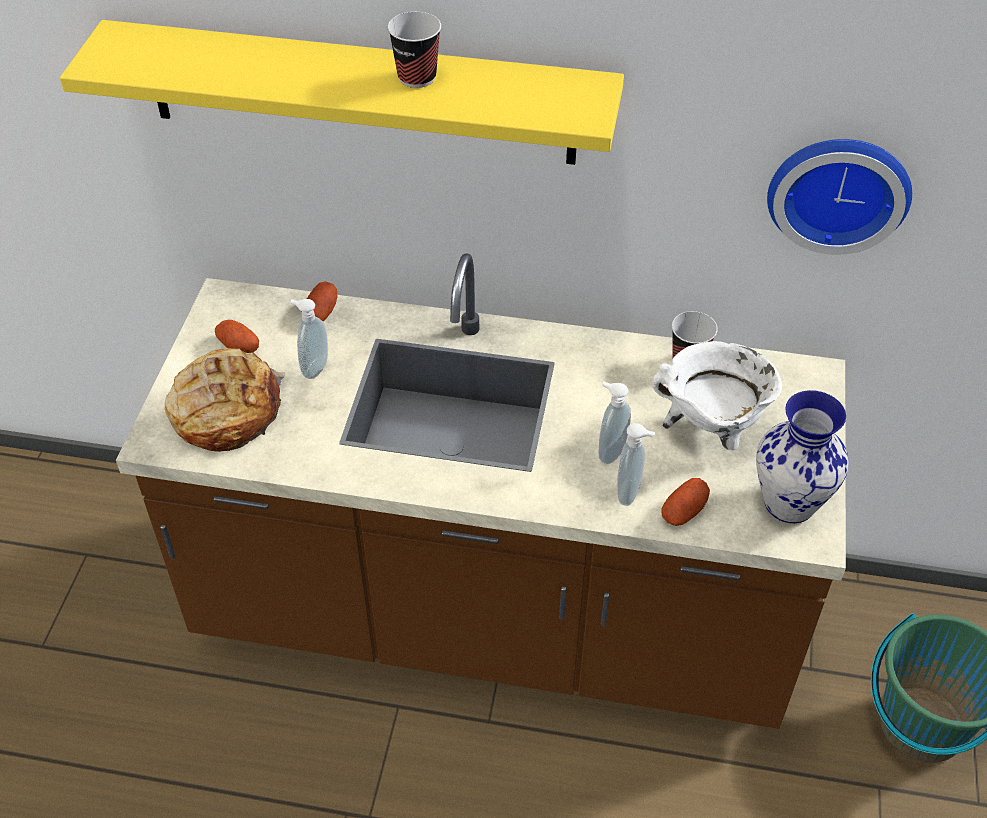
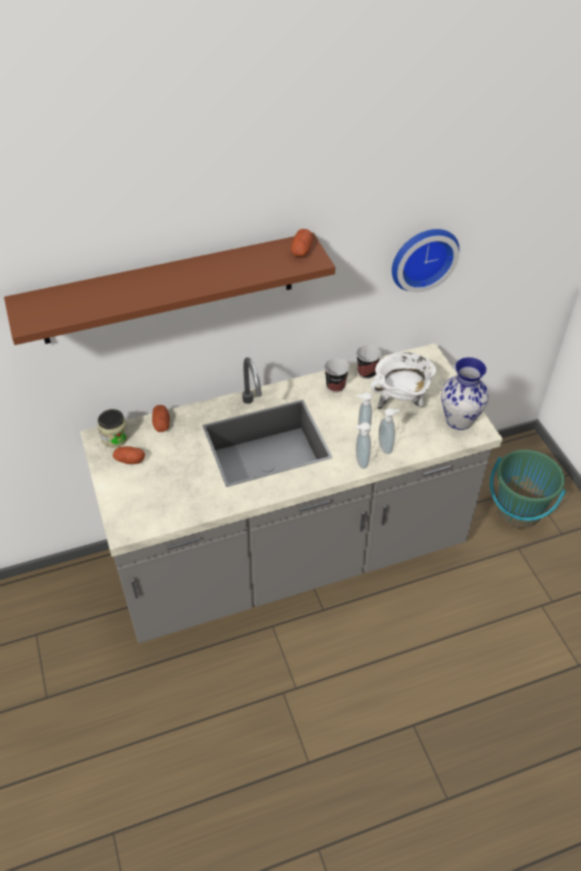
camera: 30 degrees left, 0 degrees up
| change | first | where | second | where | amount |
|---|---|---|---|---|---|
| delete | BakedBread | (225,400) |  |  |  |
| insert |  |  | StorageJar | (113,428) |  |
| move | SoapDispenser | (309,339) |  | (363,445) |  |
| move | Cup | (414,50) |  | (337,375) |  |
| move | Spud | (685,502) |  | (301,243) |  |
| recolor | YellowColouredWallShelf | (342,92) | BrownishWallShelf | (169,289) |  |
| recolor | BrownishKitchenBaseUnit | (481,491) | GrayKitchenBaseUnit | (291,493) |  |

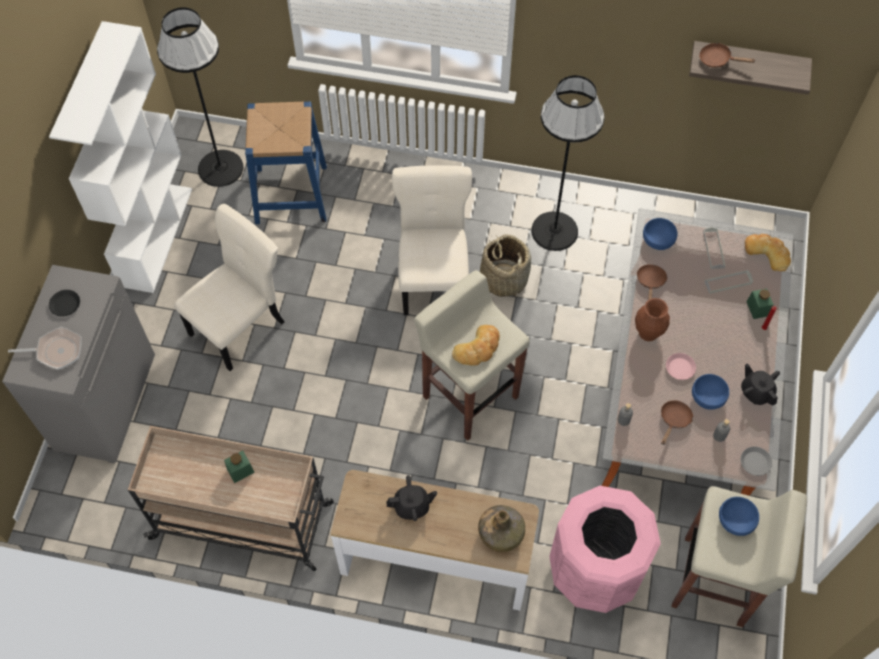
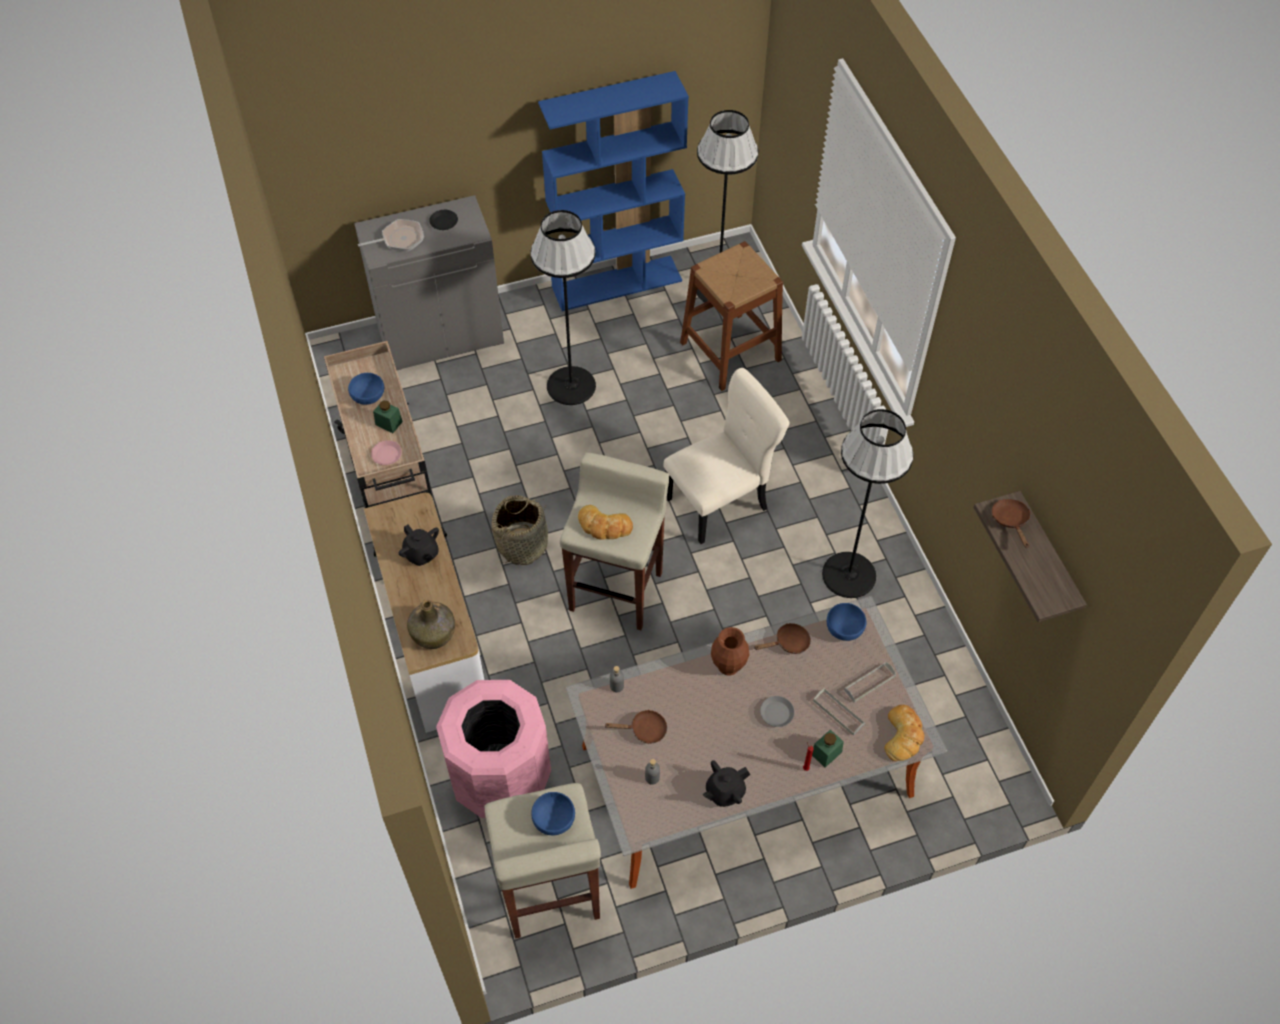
camera: 60 degrees right, 5 degrees down
| change | first | where | second | where | amount |
|---|---|---|---|---|---|
| move | Basket | (505,265) |  | (519,530) |  |
| move | PinkDinnerPlate | (681,366) |  | (386,452) |  |
| move | BlueColouredDeepDish | (710,392) |  | (366,389) |  |
| move | GrayDinnerPlate | (756,461) |  | (777,711) |  |
| replace | BeigeColouredUprightChair | (229,287) | BlackStandardLamp | (563,307) |  |
| recolor | WhiteColouredShelvingUnit | (120,157) | BlueColouredShelvingUnit | (613,191) |  |
| recolor | BlueColouredStool | (286,163) | BrownishStool | (731,316) |  |
| rotate | FryingPan | (45,348) |  | (391,235) | 75 degrees counterclockwise |
| rotate | BlackTeapot | (760,384) |  | (726,783) | 150 degrees counterclockwise |

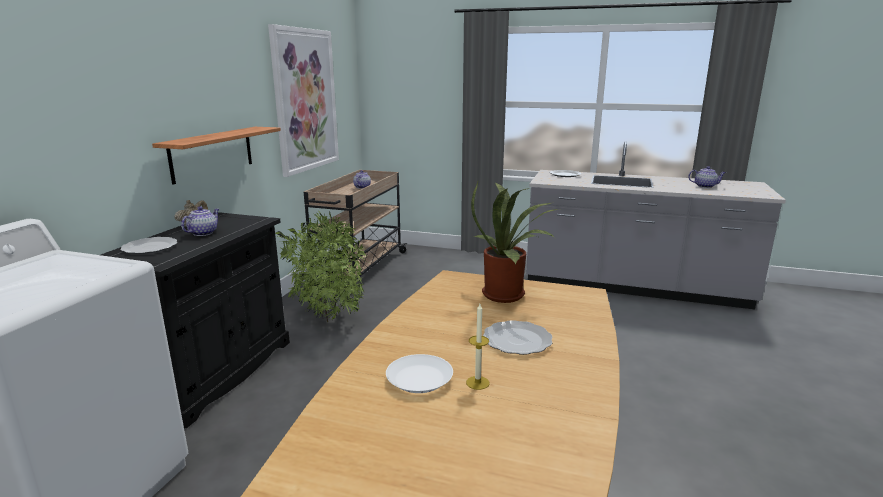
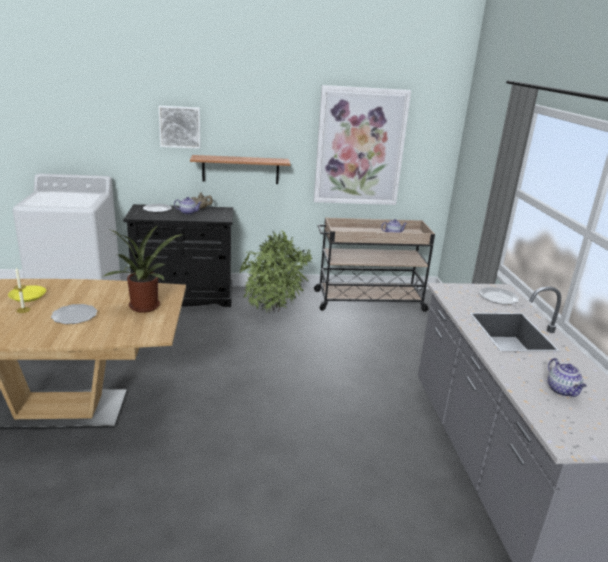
camera: 65 degrees right, 5 degrees up
| change | first | where | second | where | amount |
|---|---|---|---|---|---|
| insert |  |  | WallPicture | (179,127) |  |
| recolor | WhiteColouredDinnerPlate | (419,373) | YellowColouredDinnerPlate | (27,293) |  |

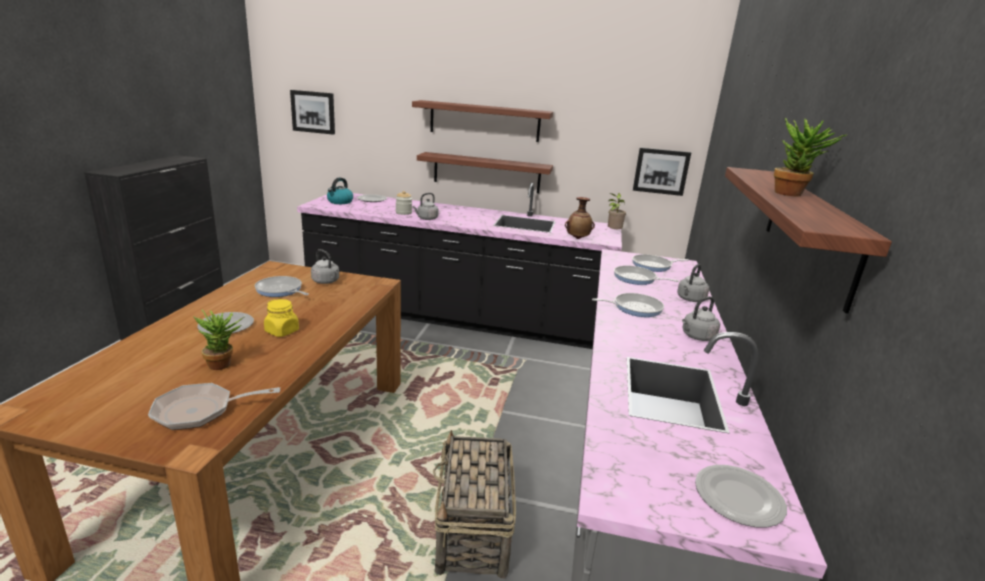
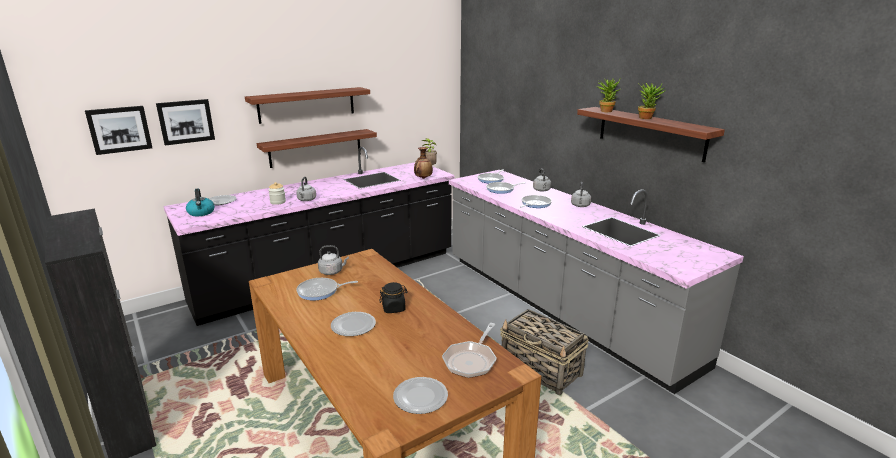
camera: 45 degrees left, 0 degrees up
| change | first | where | second | where | amount |
|---|---|---|---|---|---|
| move | PlantInAPot | (218,339) |  | (608,95) |  |
| move | WallPicture | (662,171) |  | (185,122) |  |
| move | DinnerPlate | (741,496) |  | (420,395) |  |
| recolor | YellowColouredStorageJar | (281,318) | BlackStorageJar | (393,297) |  |

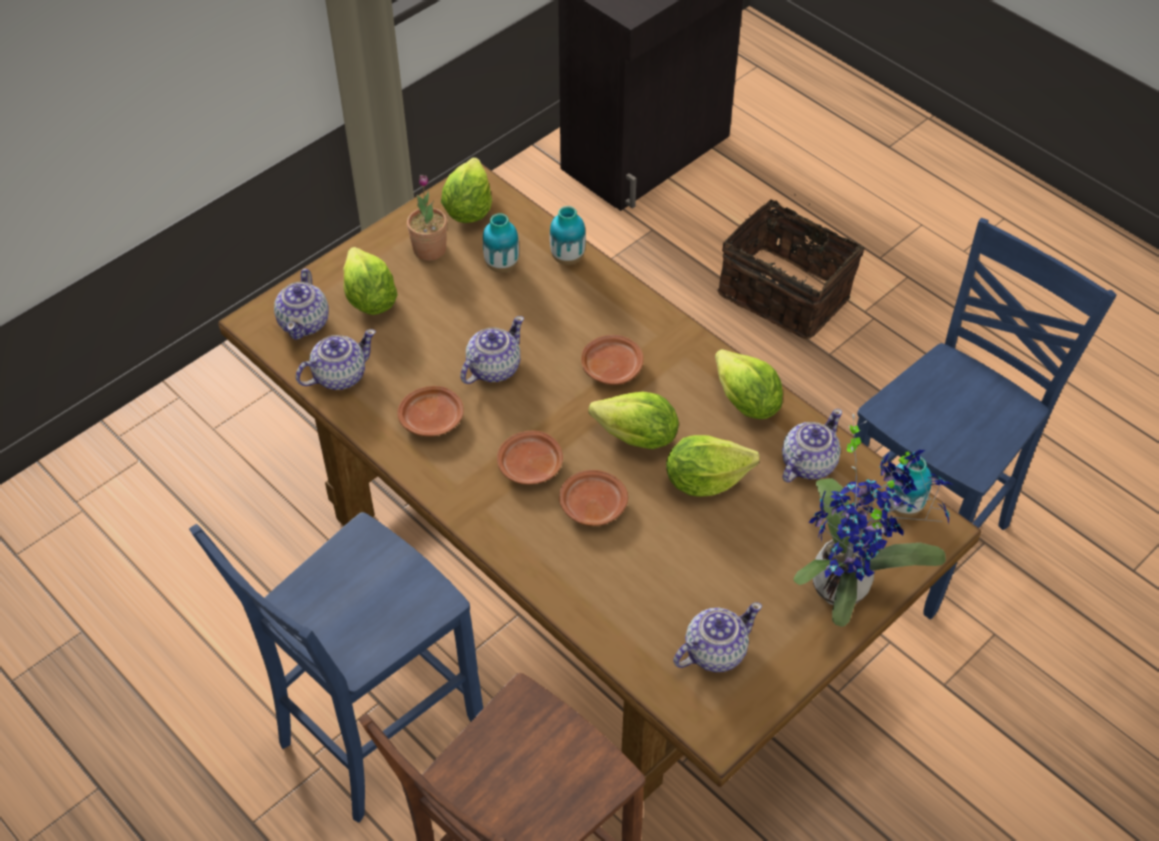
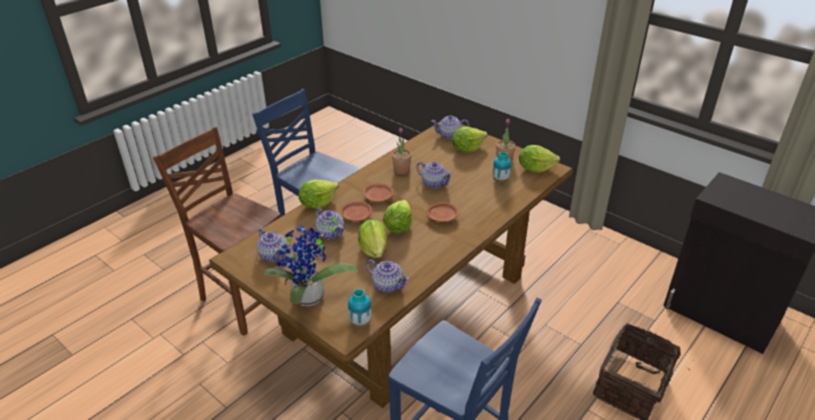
camera: 85 degrees right, 15 degrees down
| change | first | where | second | where | amount |
|---|---|---|---|---|---|
| delete | FlowerVase | (568,235) |  |  |  |
| move | Teapot | (336,359) |  | (329,223) |  |
| move | Lettuce | (749,384) |  | (319,194) |  |
| replace | BrownishDinnerPlate | (430,411) | PlantInAPot | (402,151) |  |

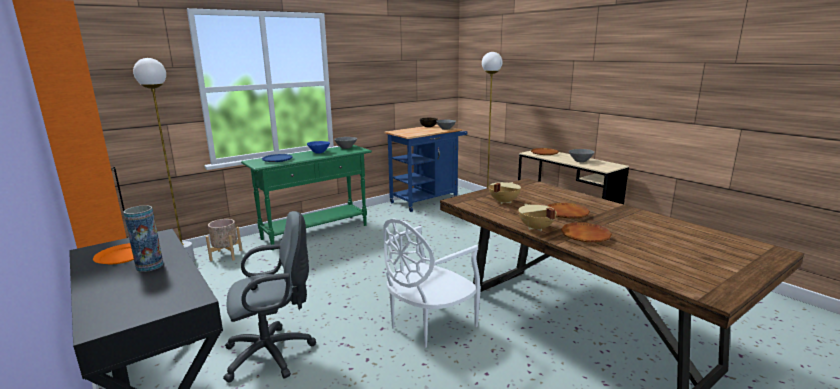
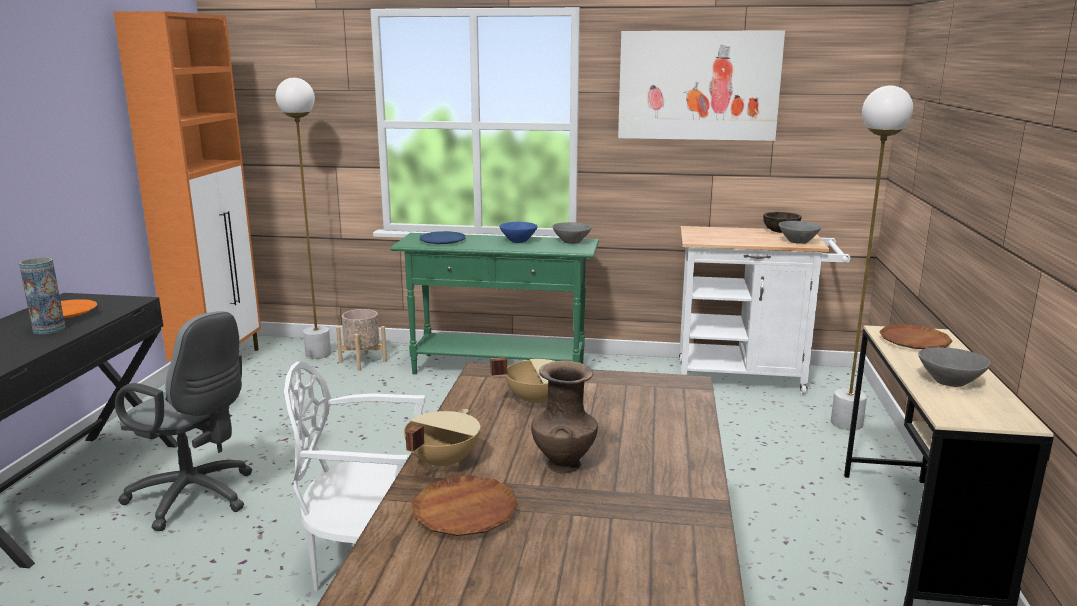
camera: 45 degrees right, 0 degrees up
| change | first | where | second | where | amount |
|---|---|---|---|---|---|
| insert |  |  | WallPicture | (701,86) |  |
| replace | BrownishDinnerPlate | (569,211) | BrownishFlowerVase | (564,417) |  |
| recolor | BlueColouredTrolley | (426,168) | WhiteColouredTrolley | (764,310) |  |

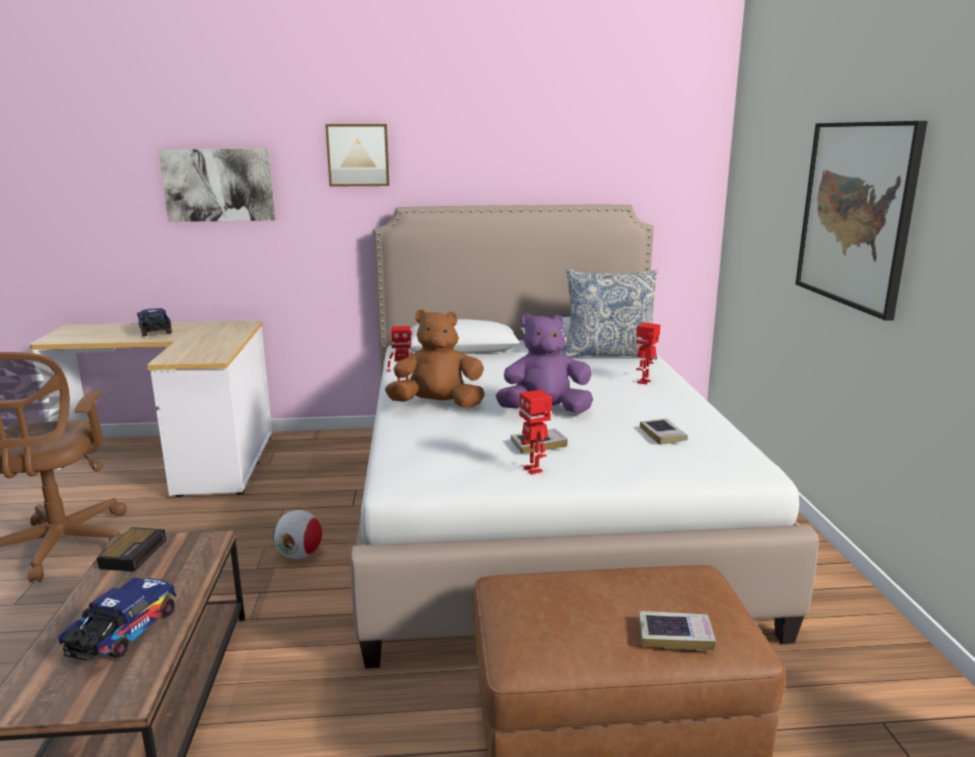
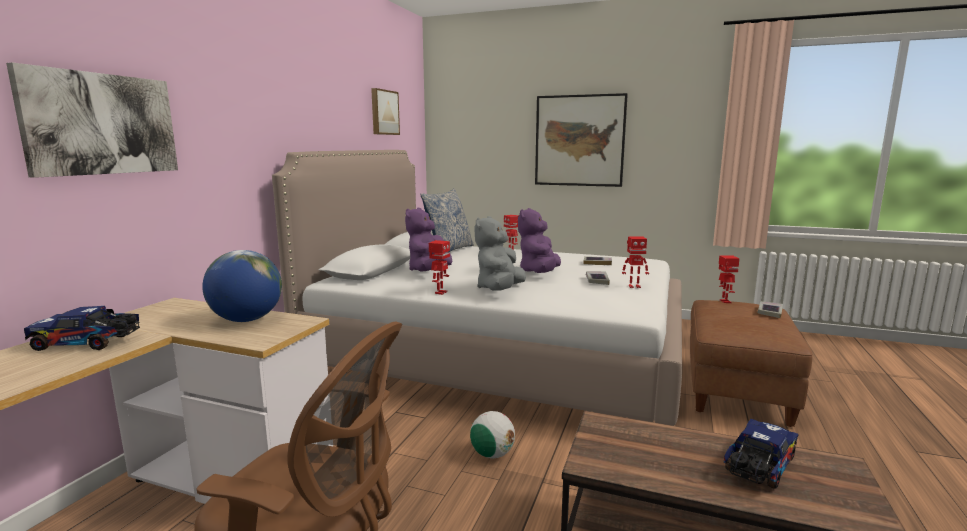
camera: 65 degrees left, 5 degrees down
| change | first | where | second | where | amount |
|---|---|---|---|---|---|
| delete | BedsideClock | (131,549) |  |  |  |
| insert |  |  | WorldGlobe | (242,286) |  |
| insert |  |  | PurpleColouredSoftToy | (428,240) |  |
| insert |  |  | ToyRobot | (729,279) |  |
| move | WallPicture | (357,155) |  | (385,111) |  |
| recolor | BrownishSoftToy | (435,358) | GraySoftToy | (500,253) |  |
| rotate | ToyLorry | (117,619) |  | (761,454) | 90 degrees clockwise |

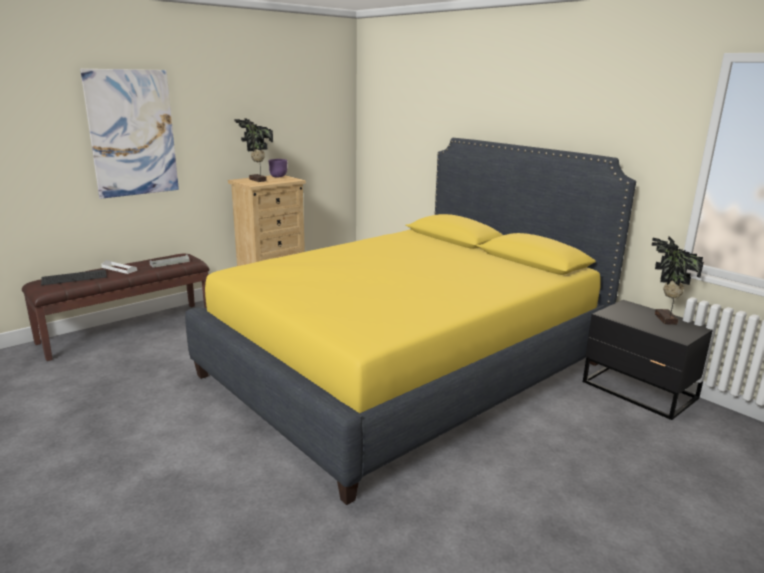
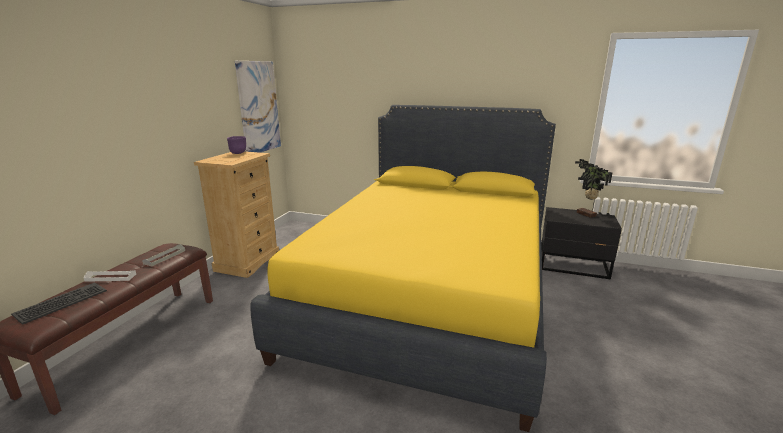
camera: 30 degrees left, 0 degrees up
| change | first | where | second | where | amount |
|---|---|---|---|---|---|
| delete | PlantInAPot | (253,150) |  |  |  |
| move | WallPicture | (129,134) |  | (258,107) |  |

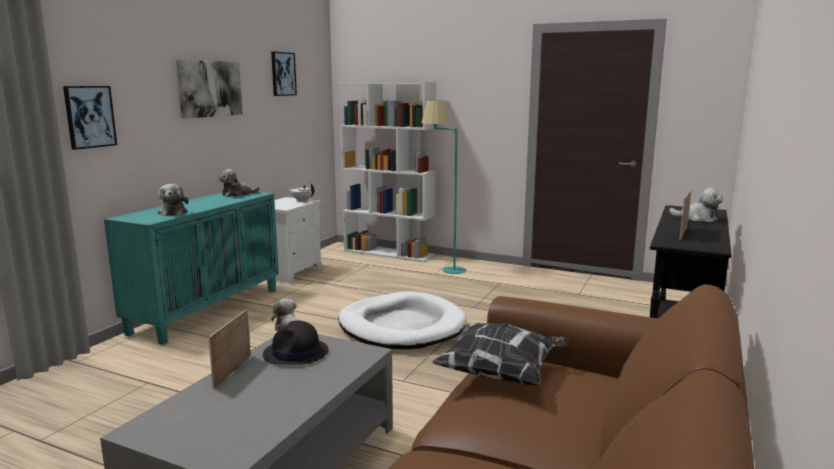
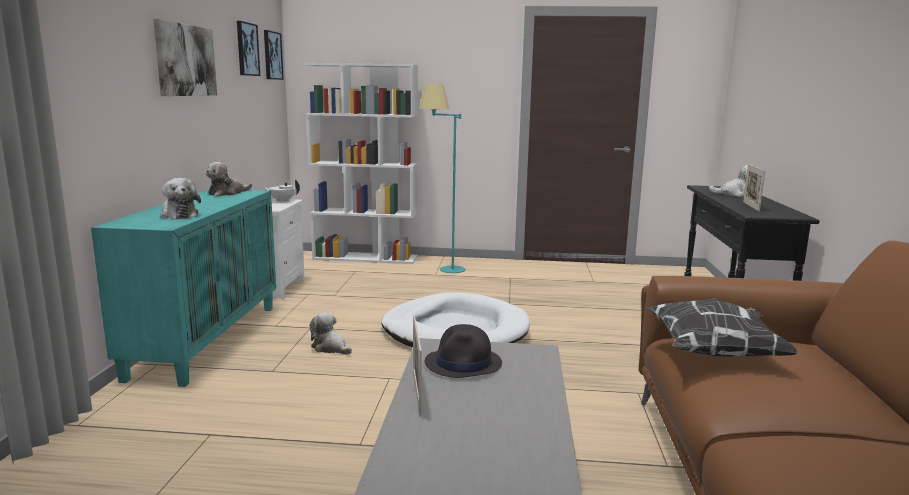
camera: 20 degrees left, 0 degrees up
| change | first | where | second | where | amount |
|---|---|---|---|---|---|
| move | WallPicture | (90,118) |  | (274,55) |  |

